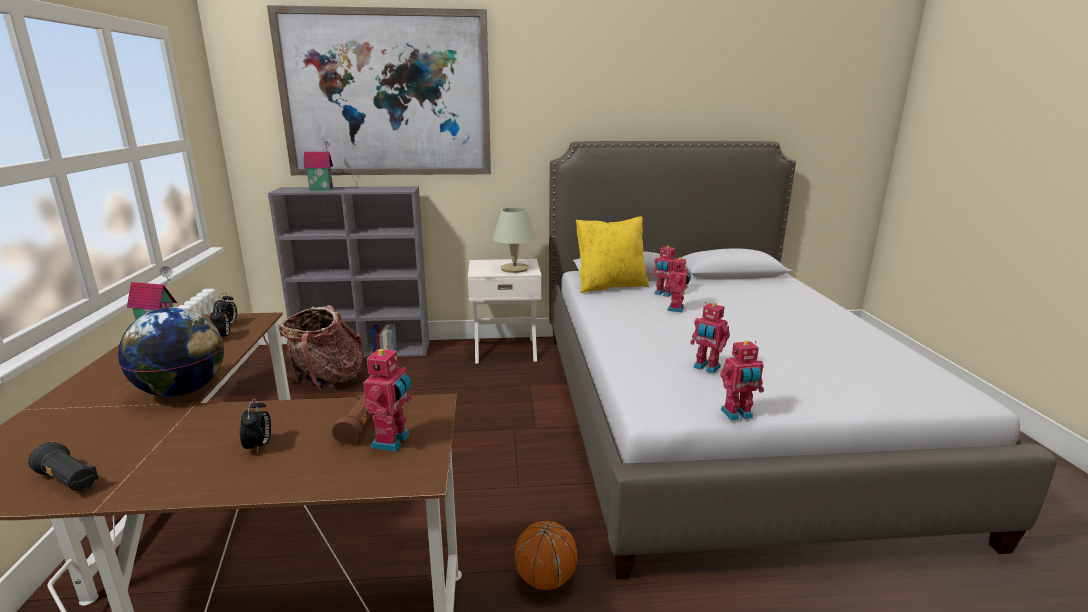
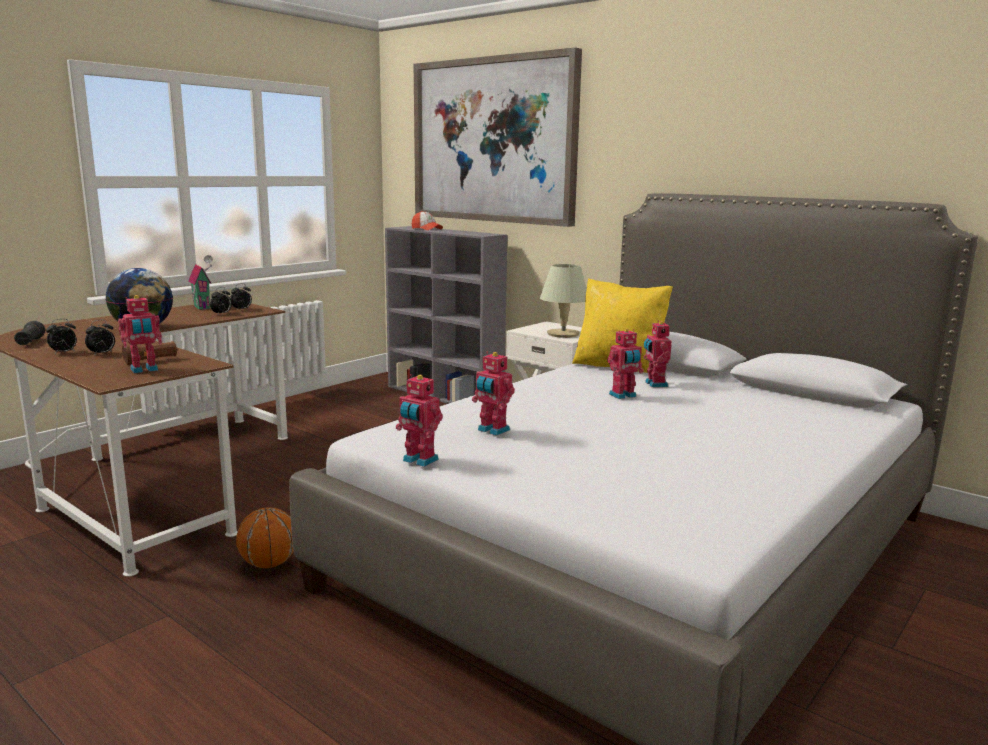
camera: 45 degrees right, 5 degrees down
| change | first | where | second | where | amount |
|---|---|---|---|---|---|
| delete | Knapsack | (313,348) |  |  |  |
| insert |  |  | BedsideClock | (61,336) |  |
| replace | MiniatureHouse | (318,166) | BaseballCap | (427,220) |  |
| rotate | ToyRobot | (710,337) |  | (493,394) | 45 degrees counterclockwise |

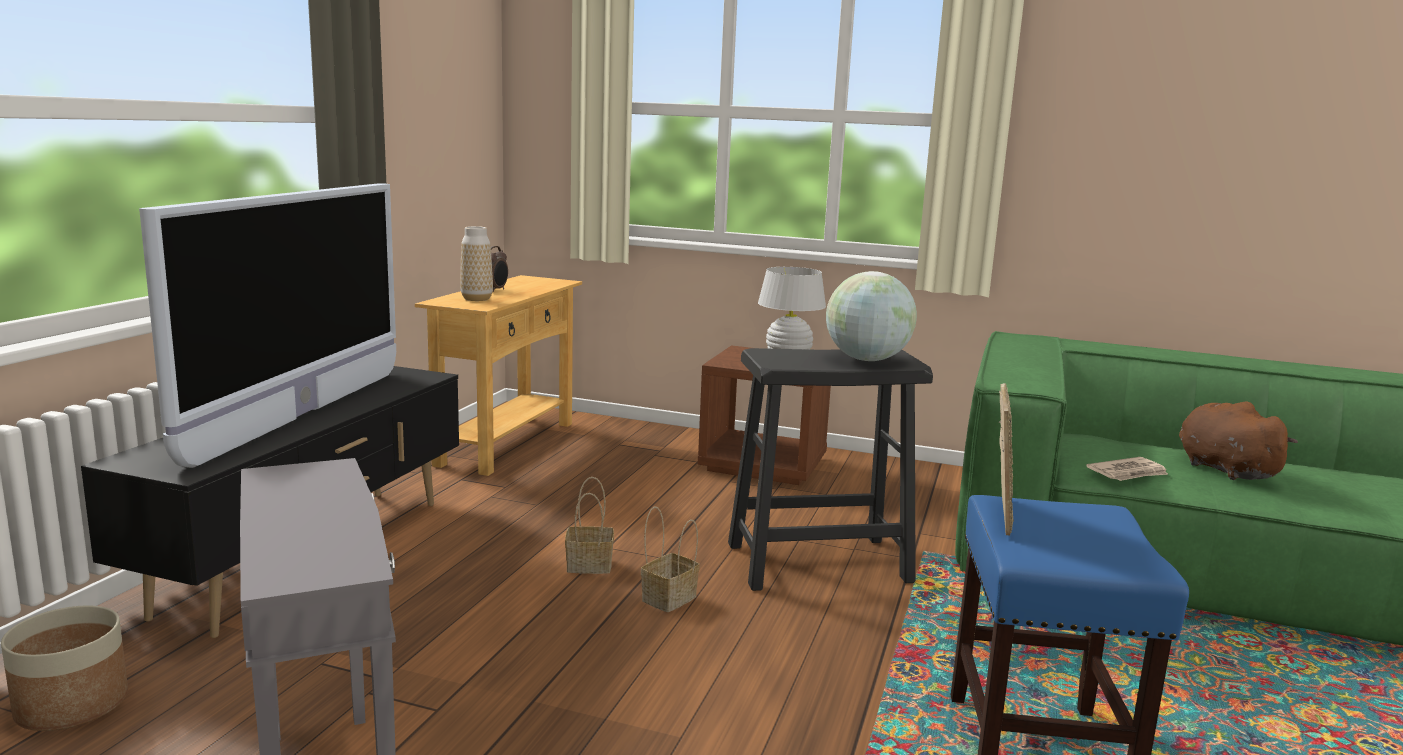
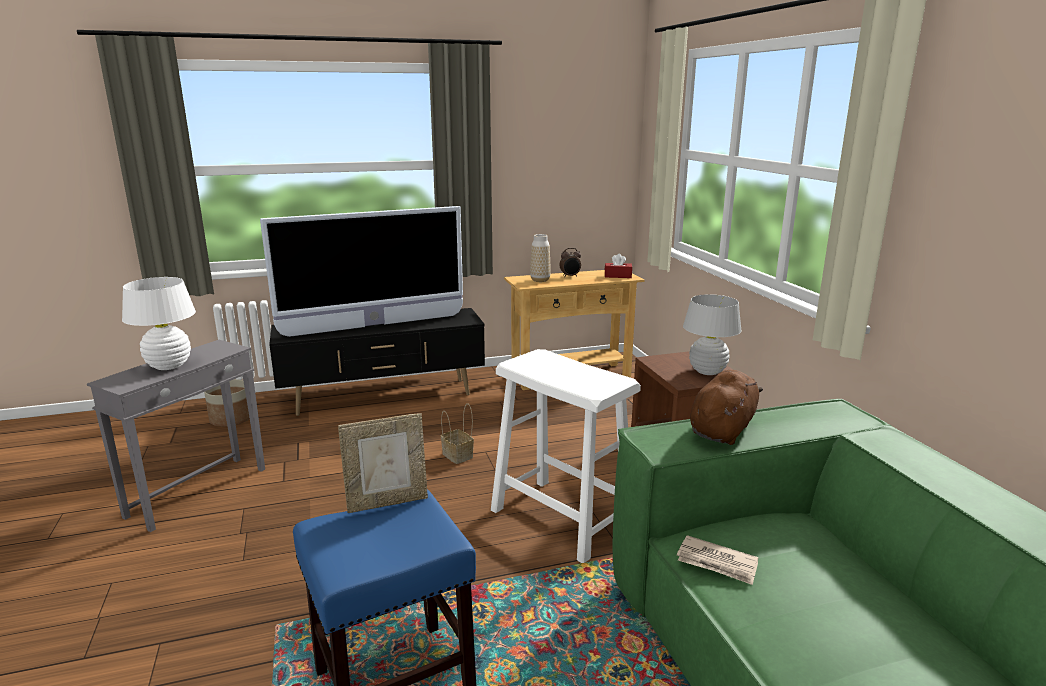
camera: 55 degrees right, 5 degrees up
| change | first | where | second | where | amount |
|---|---|---|---|---|---|
| delete | Basket | (670,559) |  |  |  |
| delete | WorldGlobe | (871,316) |  |  |  |
| insert |  |  | WhiteColouredTabletopLamp | (159,323) |  |
| insert |  |  | ReddishBoxOfTissues | (618,266) |  |
| move | BrownishSoftToy | (1238,441) |  | (726,407) |  |
| recolor | BlackStool | (830,469) | WhiteColouredStool | (566,456) |  |

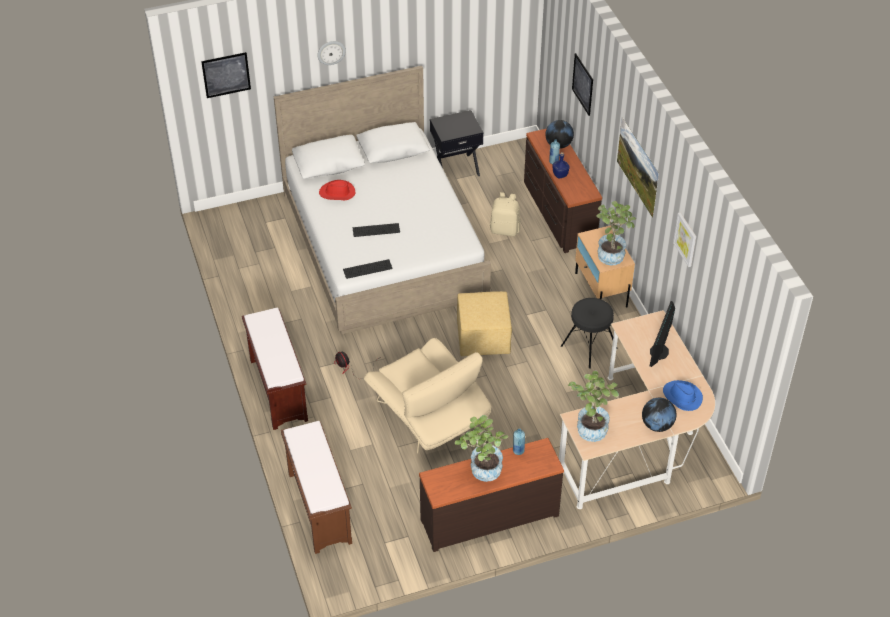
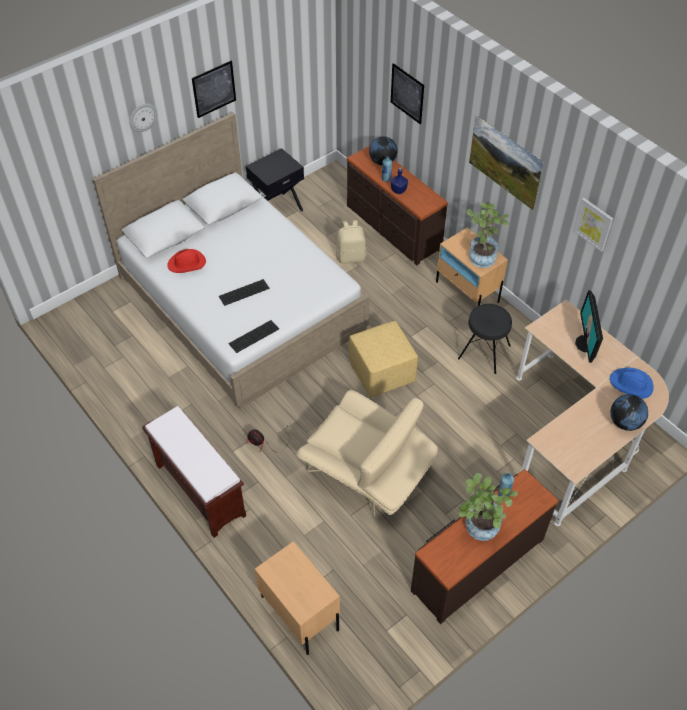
camera: 20 degrees left, 5 degrees up
| change | first | where | second | where | amount |
|---|---|---|---|---|---|
| delete | PlantInAPot | (593,406) |  |  |  |
| move | WallPicture | (226,75) |  | (214,89) |  |
| replace | BrownishLongSeat | (316,487) | BeigeColouredBedsideTable | (297,598) |  |

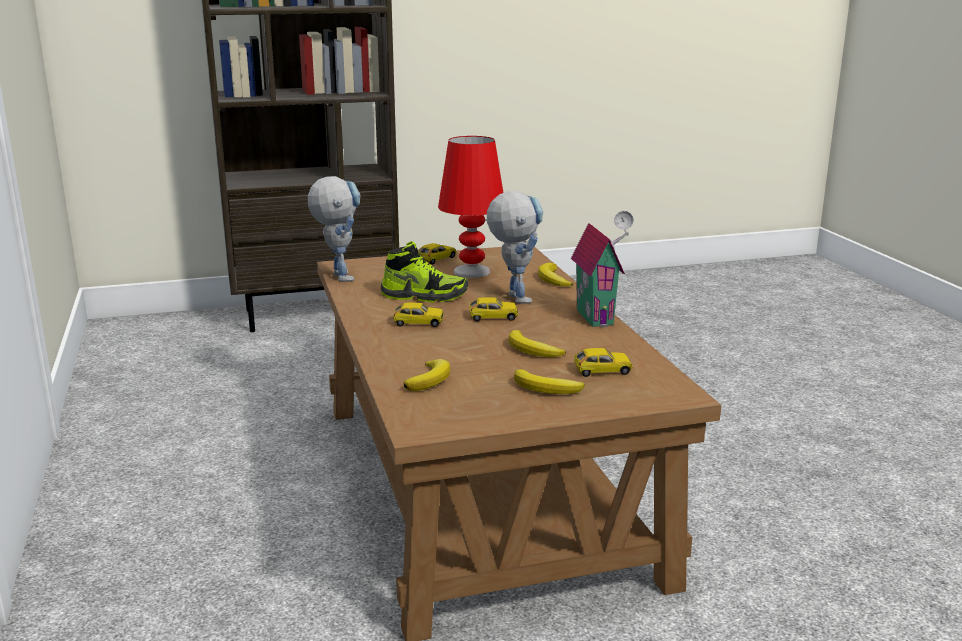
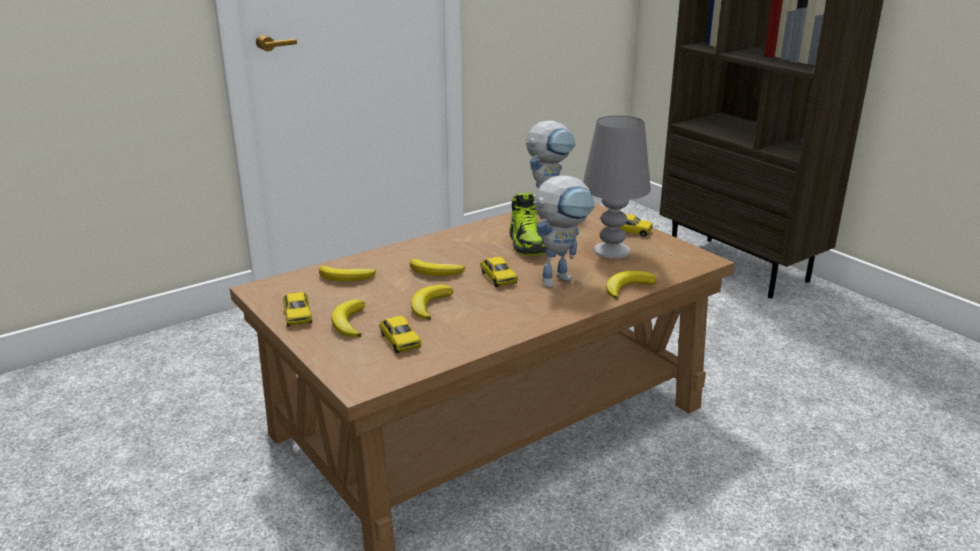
camera: 70 degrees right, 5 degrees up
| change | first | where | second | where | amount |
|---|---|---|---|---|---|
| delete | MiniatureHouse | (602,269) |  |  |  |
| insert |  |  | WholeBanana | (437,267) |  |
| move | ModelCar | (418,314) |  | (297,309) |  |
| recolor | ReddishTabletopLamp | (470,207) | GrayTabletopLamp | (617,187) |  |

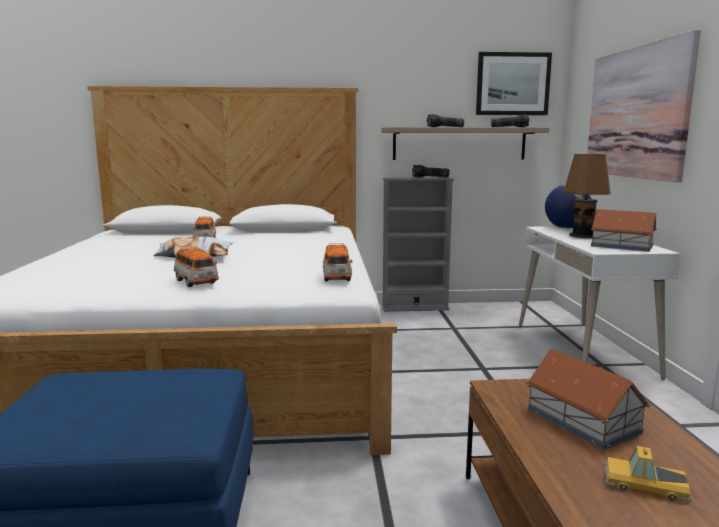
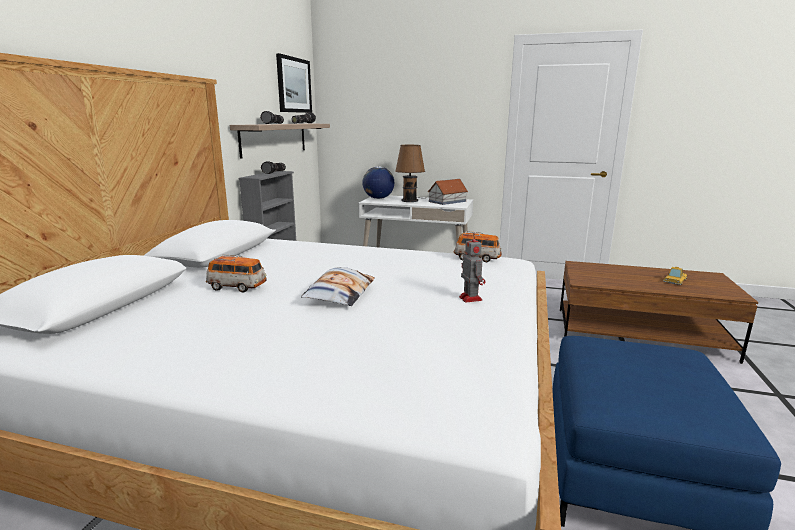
camera: 70 degrees left, 5 degrees up
| change | first | where | second | where | amount |
|---|---|---|---|---|---|
| delete | MiniatureHouse | (588,399) |  |  |  |
| delete | WallPicture | (644,105) |  |  |  |
| replace | ModelCar | (196,266) | ToyRobot | (472,267) |  |

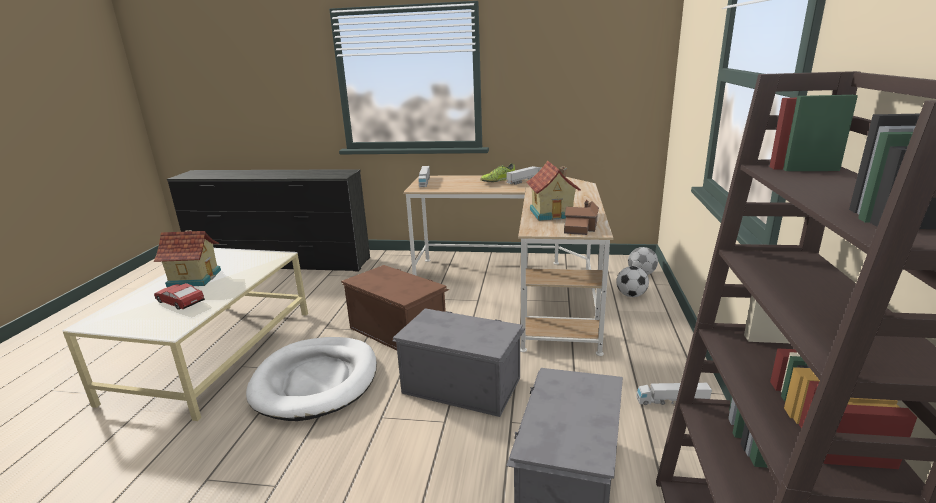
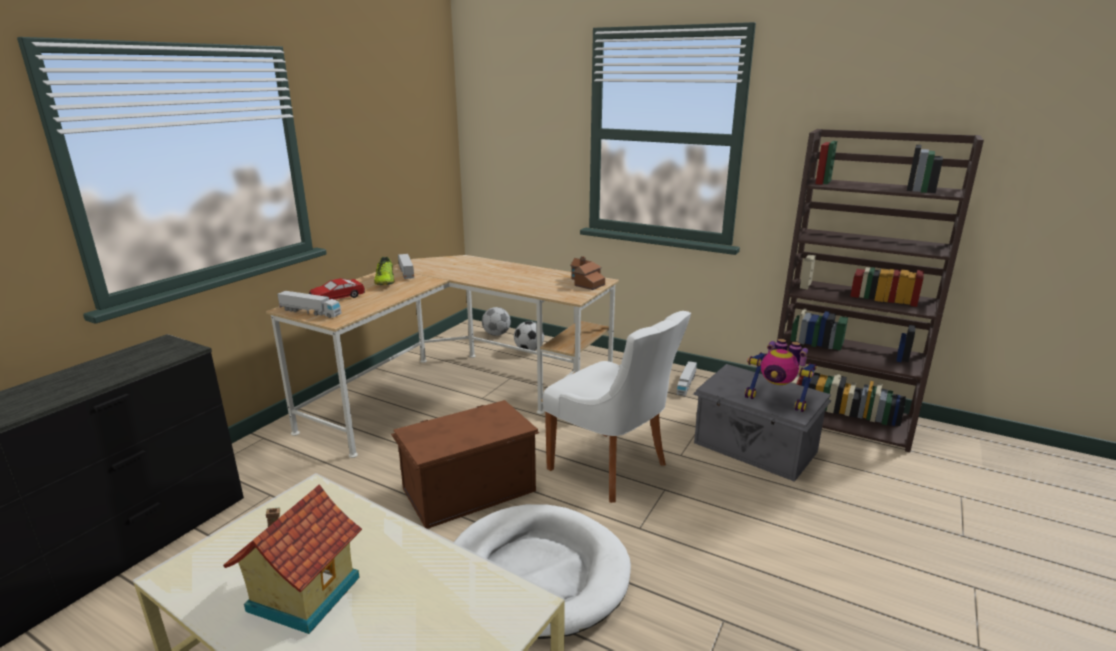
camera: 70 degrees left, 0 degrees up
| change | first | where | second | where | amount |
|---|---|---|---|---|---|
| delete | MiniatureHouse | (553,190) |  |  |  |
| insert |  |  | ToyRobot | (781,375) |  |
| move | ModelCar | (179,296) |  | (337,289) |  |
| replace | GrayStorageContainer | (458,362) | WhiteColouredUprightChair | (617,407) |  |

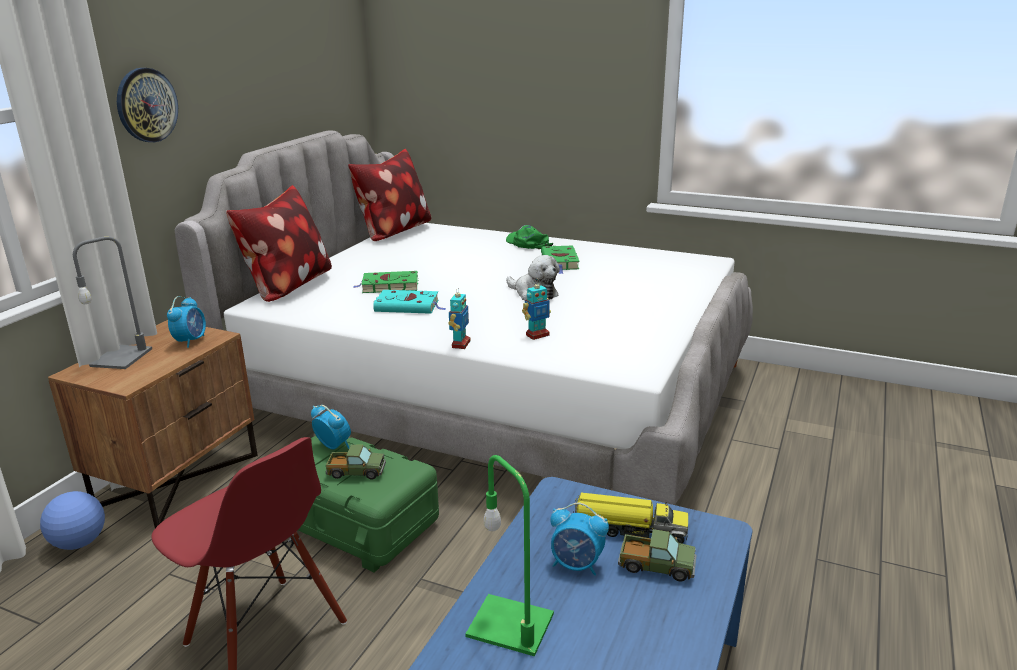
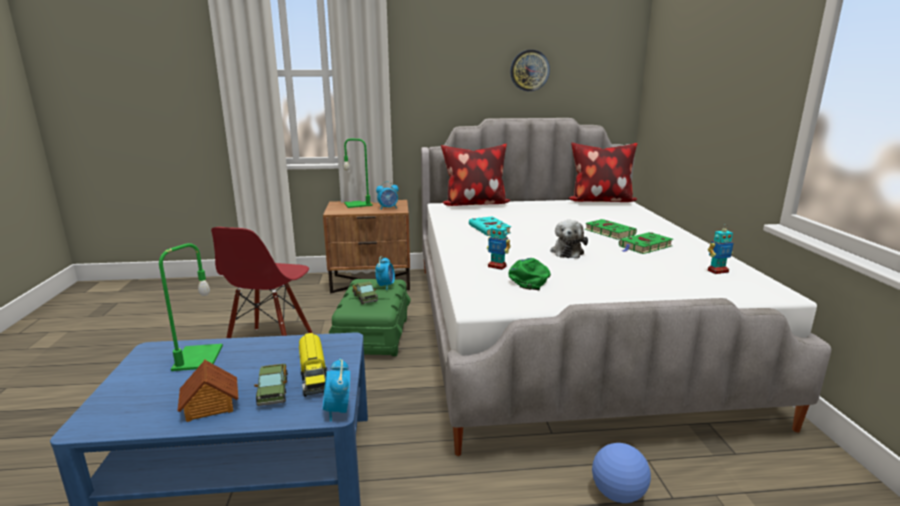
camera: 60 degrees right, 5 degrees down
| change | first | where | second | where | amount |
|---|---|---|---|---|---|
| insert |  |  | MiniatureHouse | (207,391) |  |
| move | Football | (72,520) |  | (621,473) |  |
| move | WallClock | (147,105) |  | (530,70) |  |
| move | GreenVolume | (385,282) |  | (611,229) |  |
| move | ToyRobot | (459,318) |  | (720,249) |  |
| move | GreenBaseballCap | (529,237) |  | (529,274) |  |
| move | BedsideClock | (579,539) |  | (336,390) |  |
| recolor | GrayTabletopLamp | (112,302) | GreenTabletopLamp | (358,173) |  |

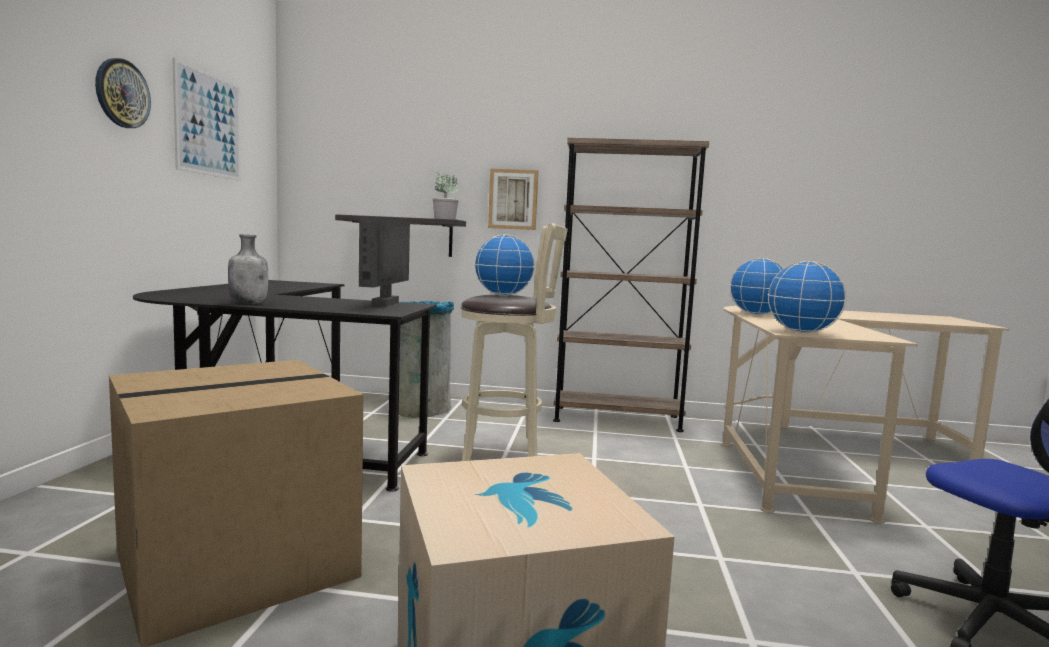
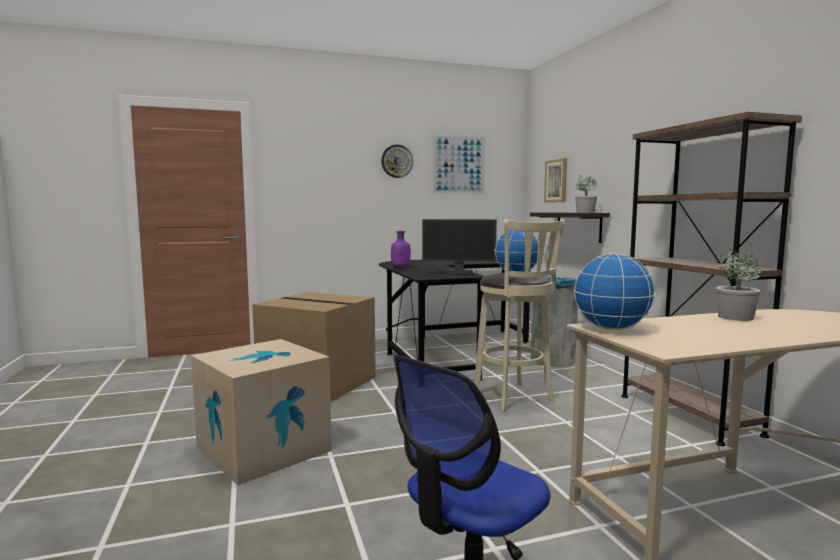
camera: 65 degrees right, 0 degrees up
| change | first | where | second | where | amount |
|---|---|---|---|---|---|
| move | WallPicture | (513,199) |  | (555,180) |  |
| replace | WorldGlobe | (757,286) | PlantInAPot | (738,284) |  |
| recolor | GrayBeverageBottle | (248,269) | PurpleColouredBeverageBottle | (401,249) |  |
| rotate | ComputerDisplay | (384,261) |  | (459,247) | 150 degrees counterclockwise |

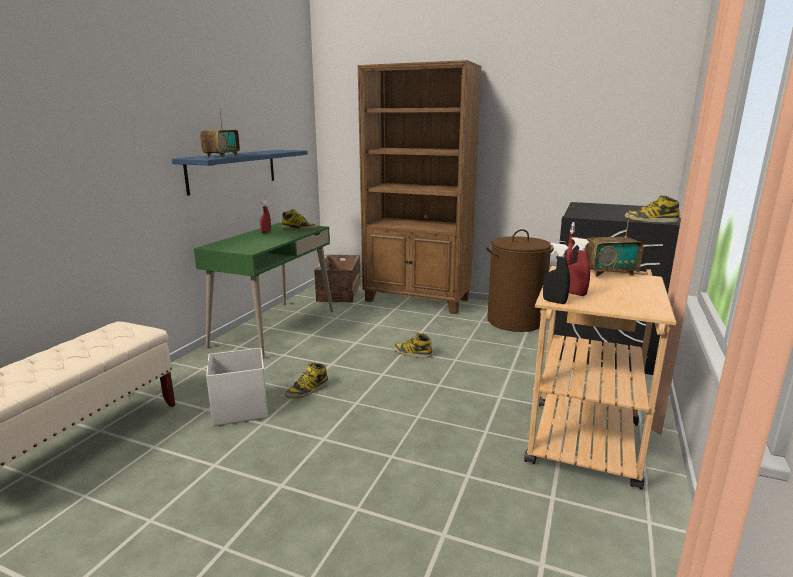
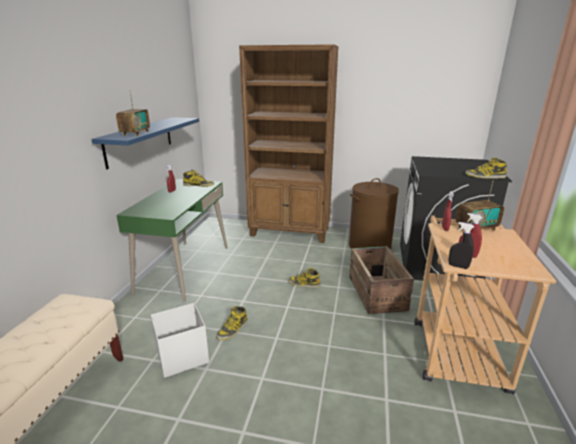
camera: 10 degrees left, 5 degrees up
| change | first | where | second | where | amount |
|---|---|---|---|---|---|
| move | ShippingCrate | (337,278) |  | (381,280) |  |

